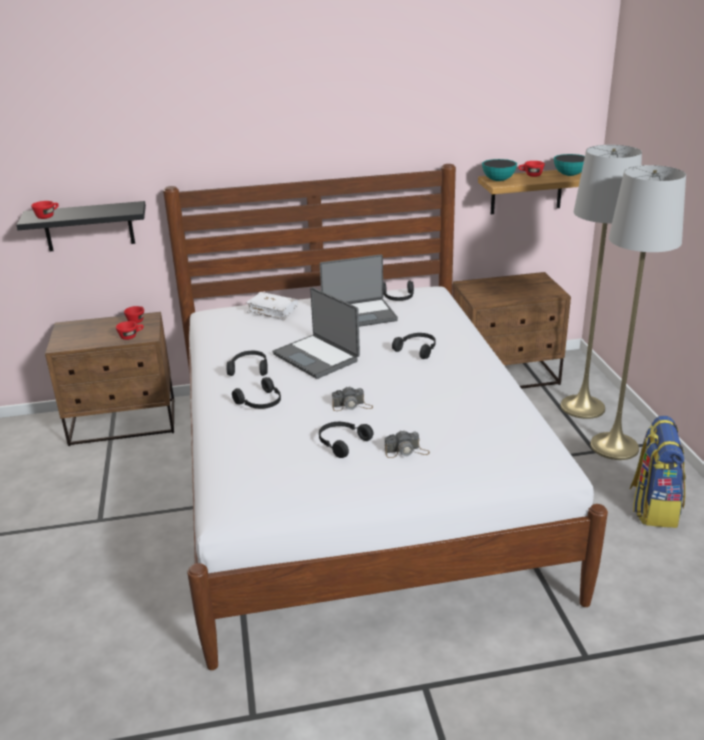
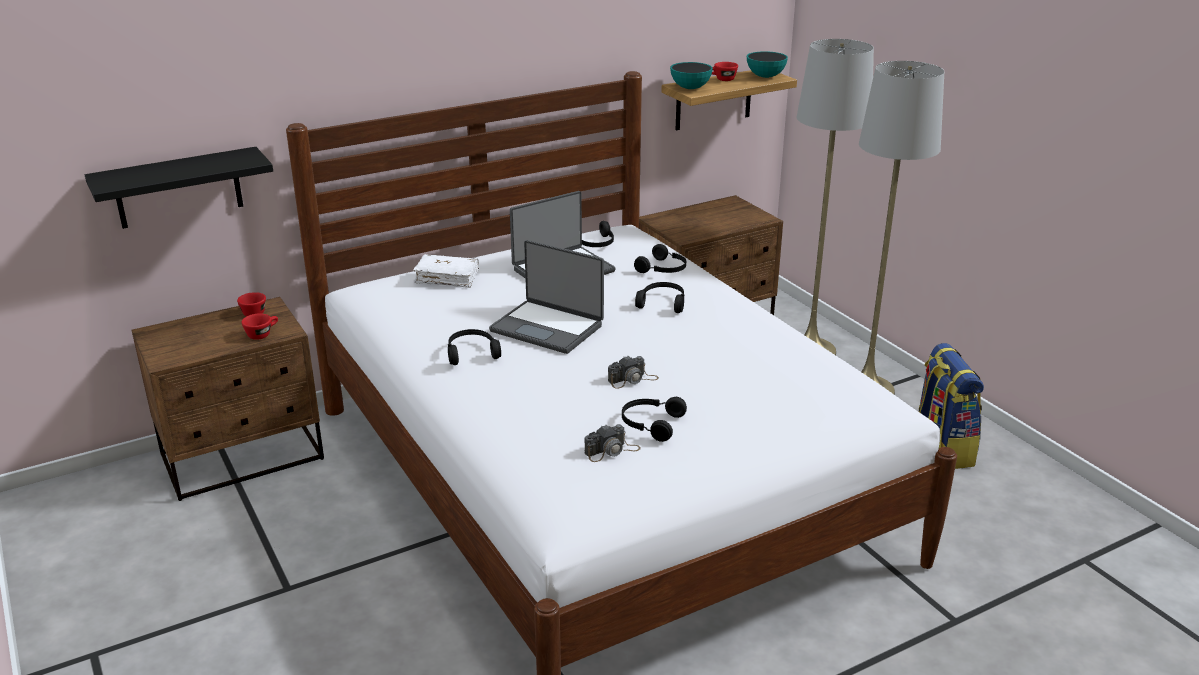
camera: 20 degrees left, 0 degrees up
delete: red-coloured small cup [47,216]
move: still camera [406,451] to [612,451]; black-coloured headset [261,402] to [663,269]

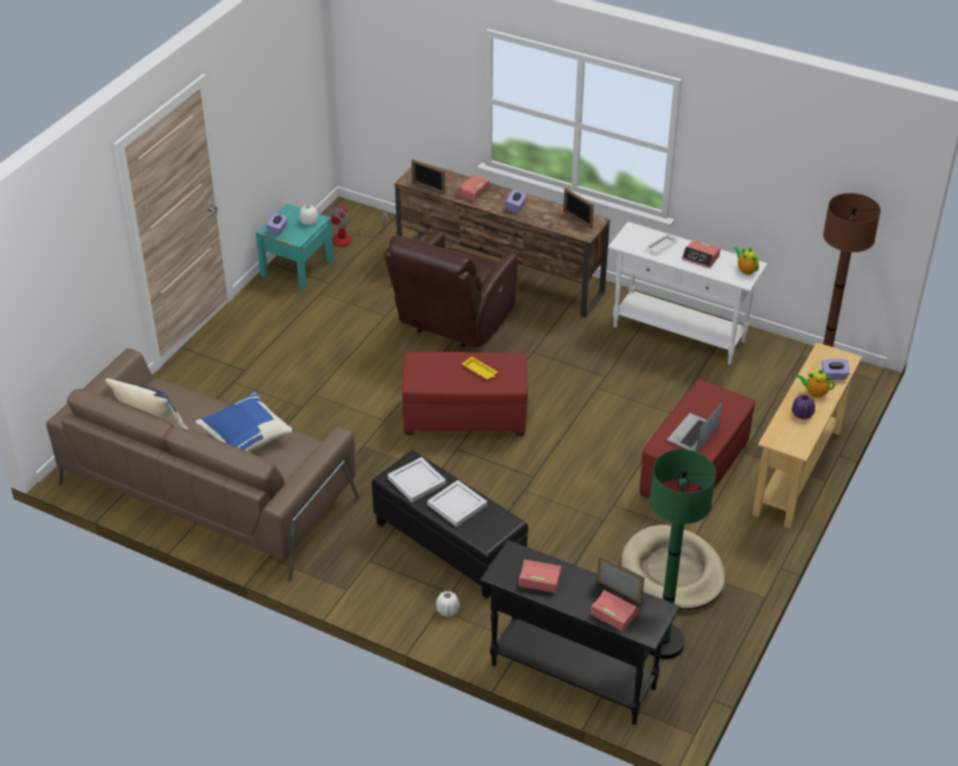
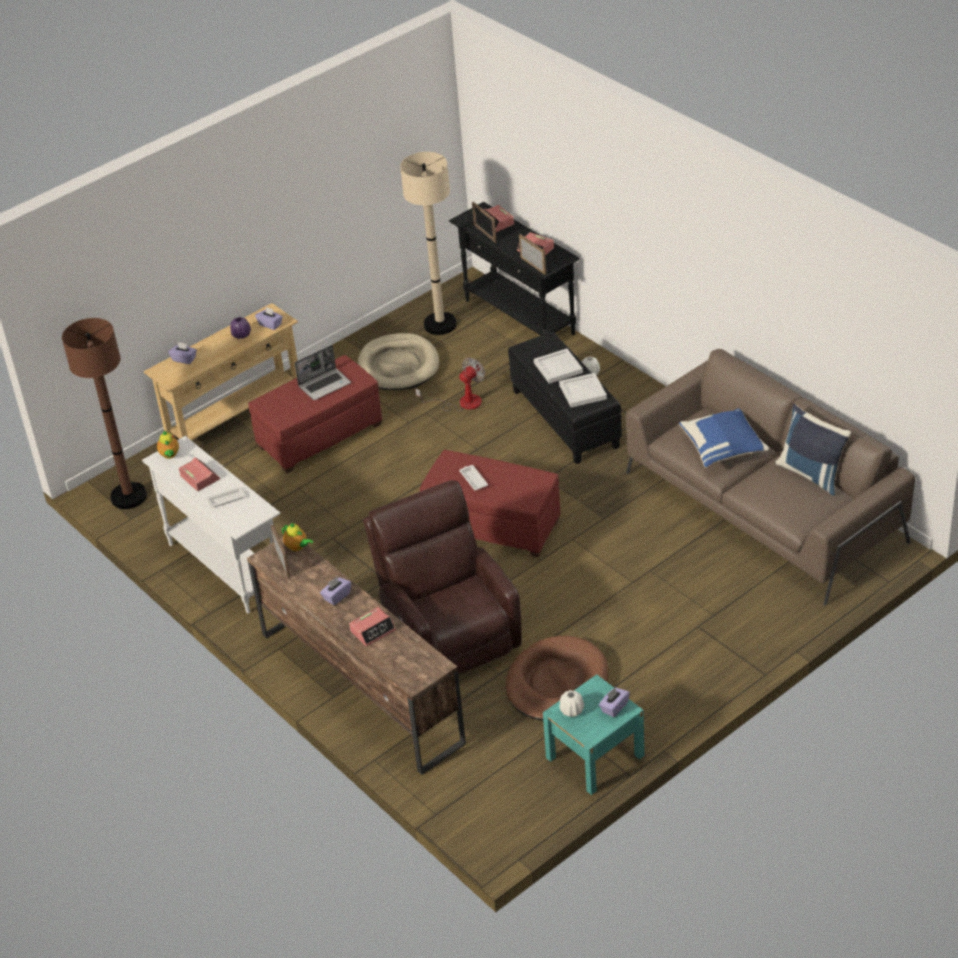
camera: 155 degrees left, 0 degrees up
insert: purple-coloured box of tissues [270,324]; brown pet bed [556,683]
move: tea pot [814,393] to [297,547]; electric fan [349,238] to [461,403]; photo frame [428,188] to [533,265]
recolor: green standard lamp [663,642] to sand-coloured standard lamp [440,324]; yellow carrying tray [480,370] to white-coloured carrying tray [473,479]
rotate: brown lounge chair [452,323] = [449,633] 75 degrees counterclockwise

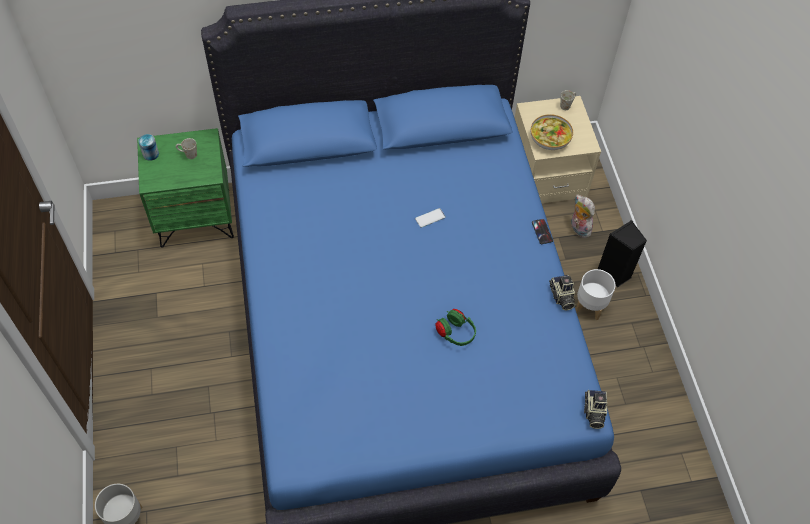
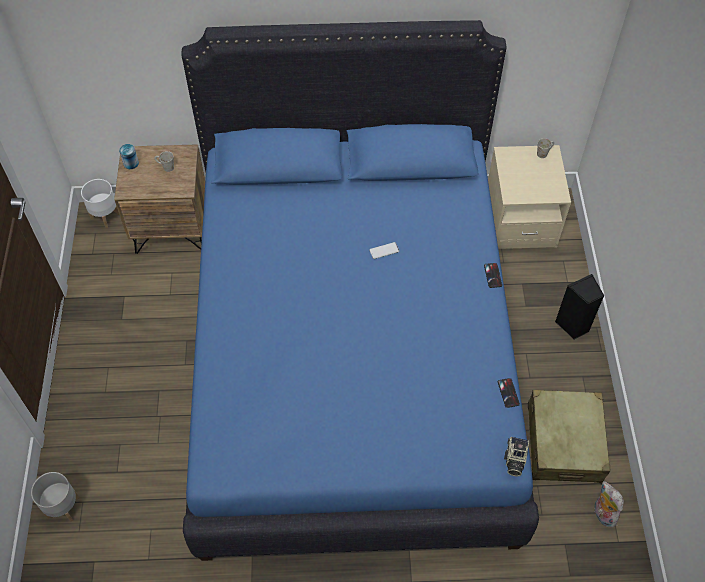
camera: 10 degrees right, 0 degrees up
delete: green headset [455,333]; serving bowl [550,139]; still camera [561,297]
insert: handset [508,393]; sand-coloured piece of luggage [564,442]
move: white-coloured flower pot [589,306] to [105,216]; soft toy [578,228] to [602,514]
recolor: green night table [195,217] to brown night table [172,228]

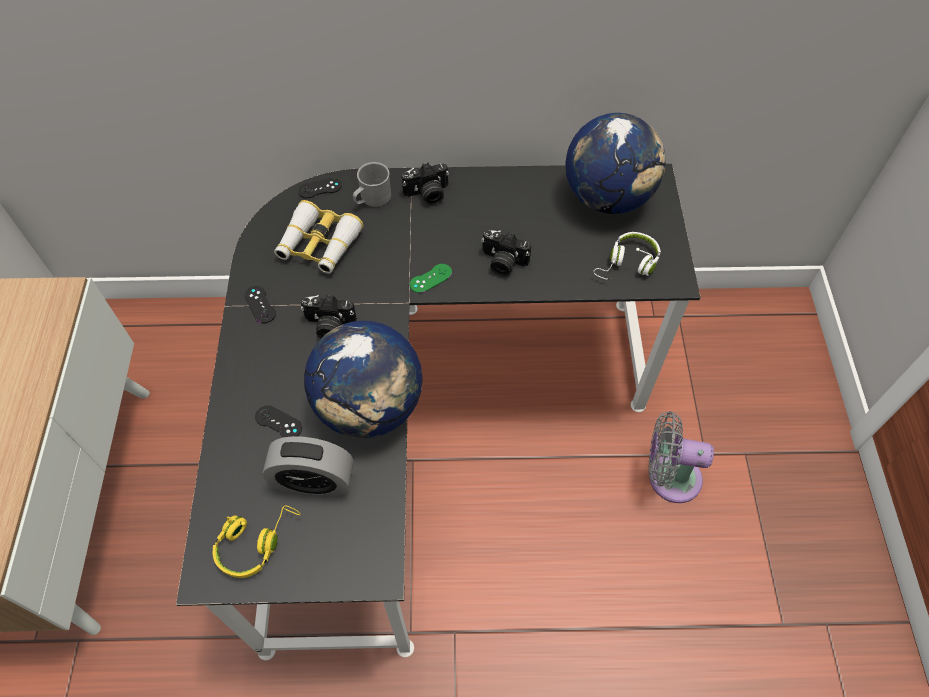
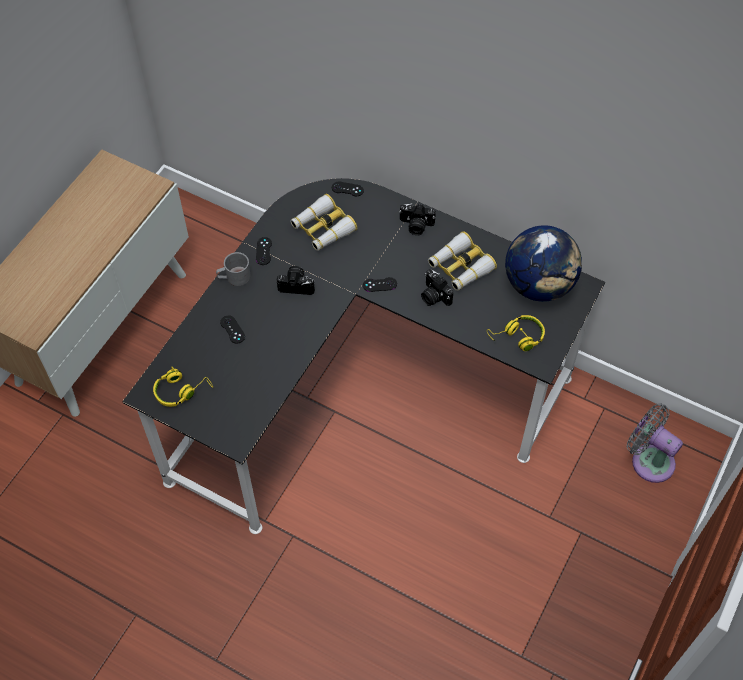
camera: 30 degrees right, 0 degrees up
delete: alarm clock [313,481]; desk globe [370,406]
insert: binoculars [460,267]
move: grey coffee mug [372,199] to [234,277]; grey electric fan [668,477] to [649,460]
recolor: green joypad [431,278] to black-coloured joypad [379,284]; white-coloured headset [628,264] to yellow headset [517,337]
rotate: still camera [329,326] = [297,285] 150 degrees clockwise

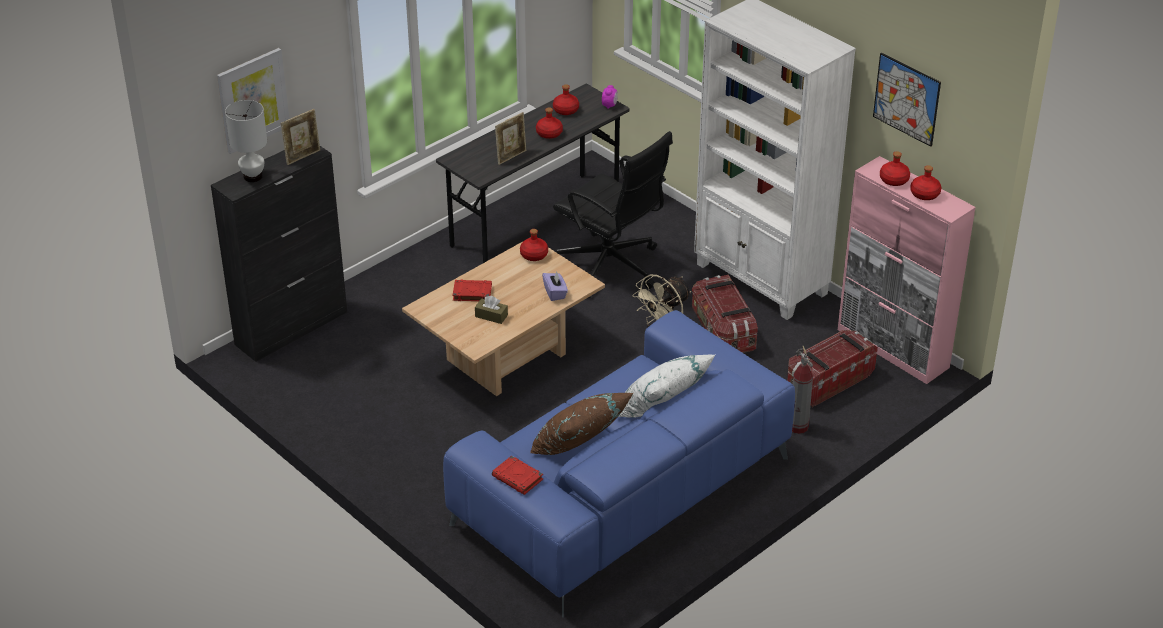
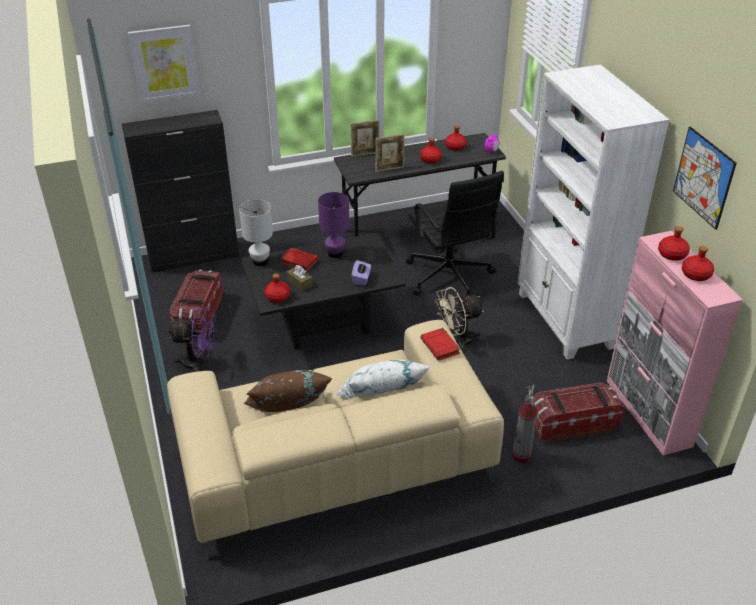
camera: 25 degrees right, 0 degrees up
insert: purple-coloured electric fan [199,363]; purple-coloured lamp for a table [335,253]
move: storage bin [722,331] to [199,315]; white-coloured lamp for a table [252,176] to [260,261]; red-coloured beverage bottle [534,255] to [278,297]; photo frame [303,156] to [365,153]; red-coloured volume [518,478] to [440,347]
recolor: blue sofa [621,492] to sand-coloured sofa [333,462]; sand-coloured lounge table [506,357] to black-coloured lounge table [324,322]

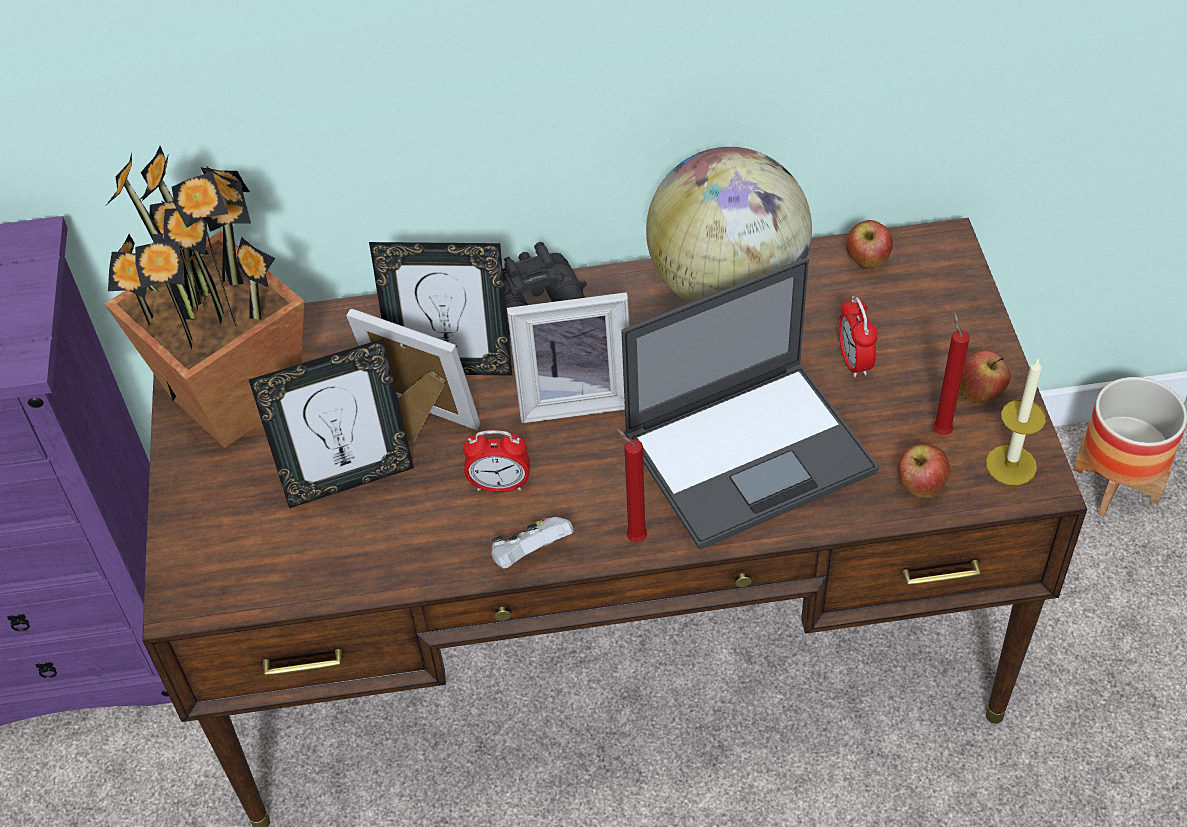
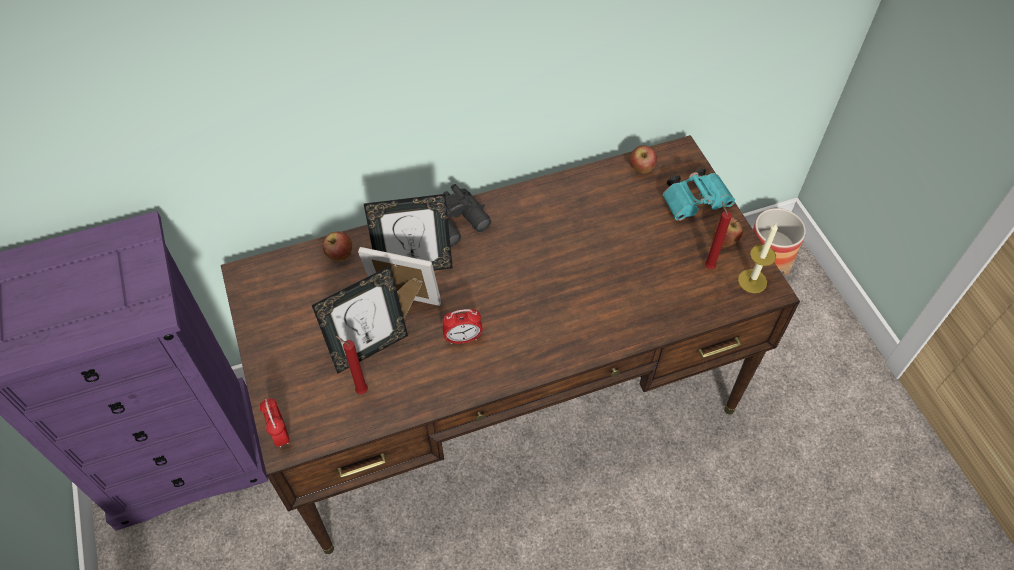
camera: 15 degrees left, 5 degrees up
delete: potted plant [236,395]; white-coloured joypad [530,555]; photo frame [574,397]; portable computer [751,452]; desk globe [727,286]
insert: turquoise-coloured binoculars [696,202]
move: alarm clock [854,361] to [280,434]; apple fruit [920,487] to [340,256]; red-coloured wax candle [634,537] to [360,390]

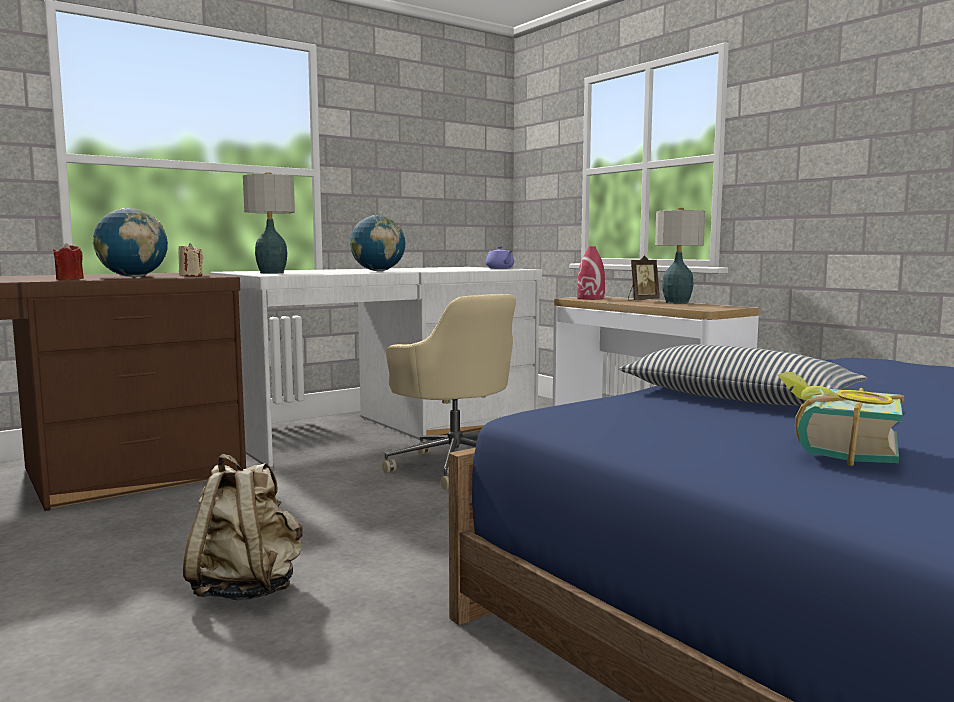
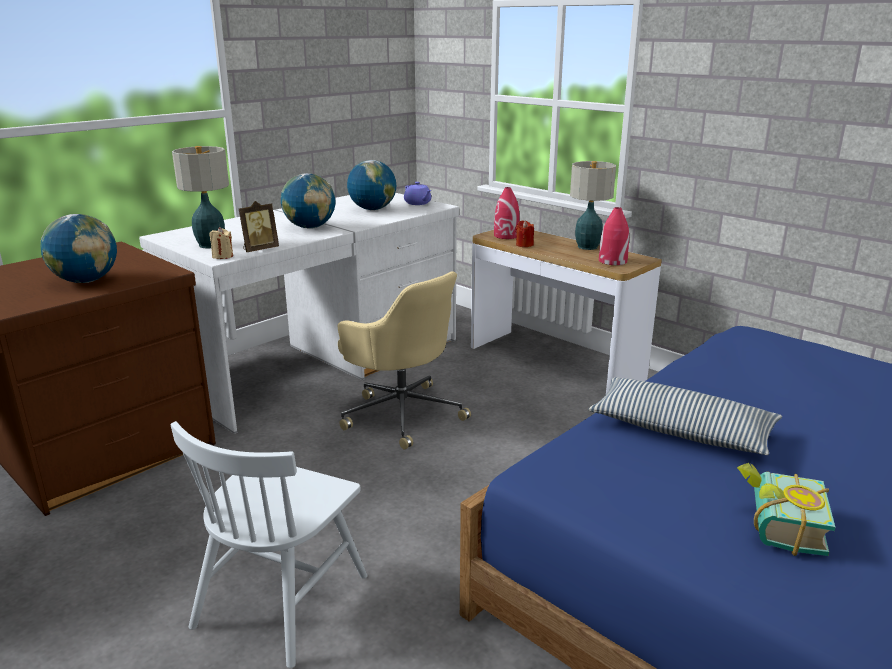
camera: 10 degrees left, 15 degrees up
insert: desk globe [372,209]; red-coloured vase [612,261]
move: sand-coloured wax candle [191,275] to [222,256]; photo frame [642,300] to [259,249]; red-coloured wax candle [70,279] to [524,245]
replace: sand-coloured backpack [247,589] to white-coloured upright chair [281,600]

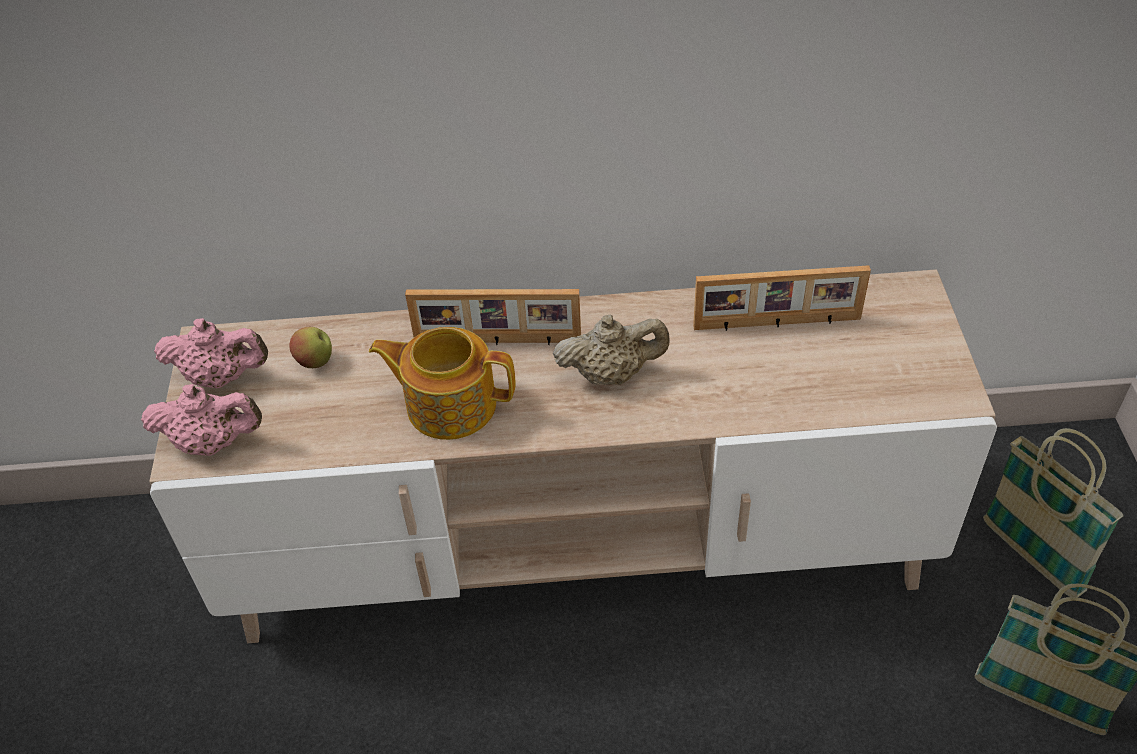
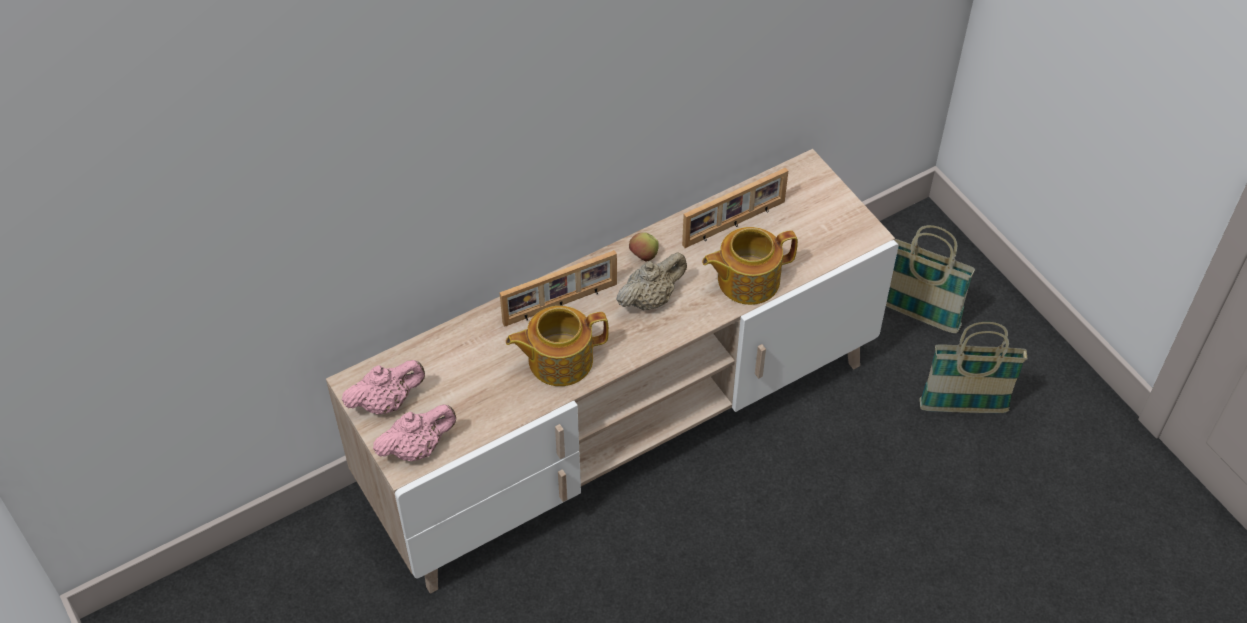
camera: 30 degrees left, 5 degrees up
insert: tea pot [746,280]
move: apple fruit [315,362] to [643,256]

